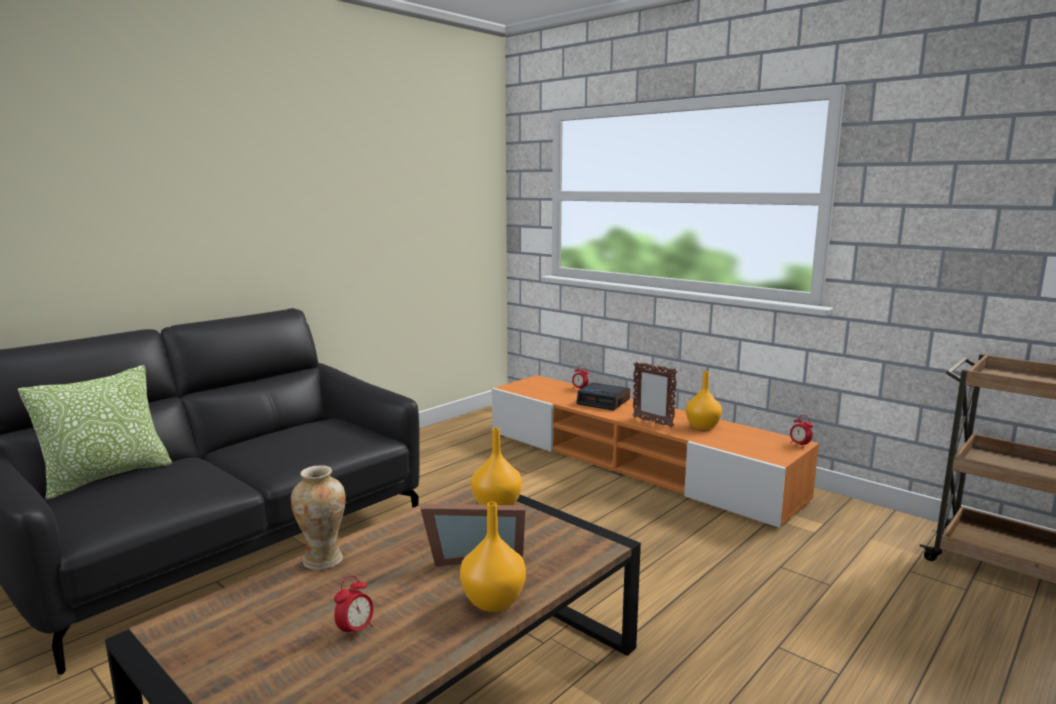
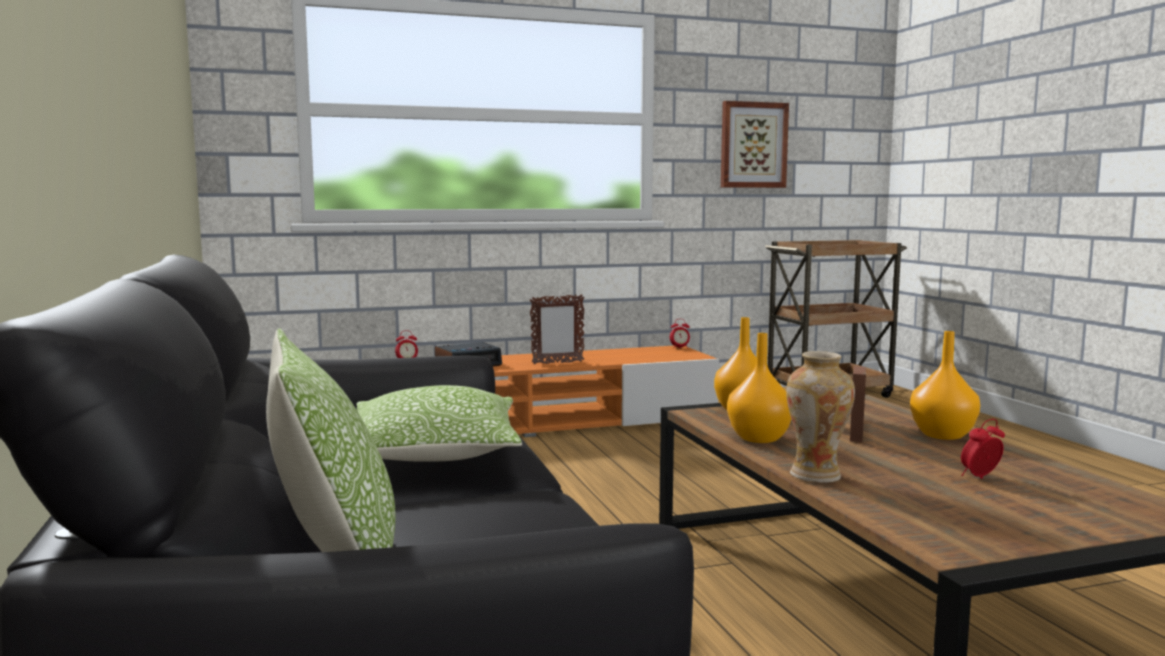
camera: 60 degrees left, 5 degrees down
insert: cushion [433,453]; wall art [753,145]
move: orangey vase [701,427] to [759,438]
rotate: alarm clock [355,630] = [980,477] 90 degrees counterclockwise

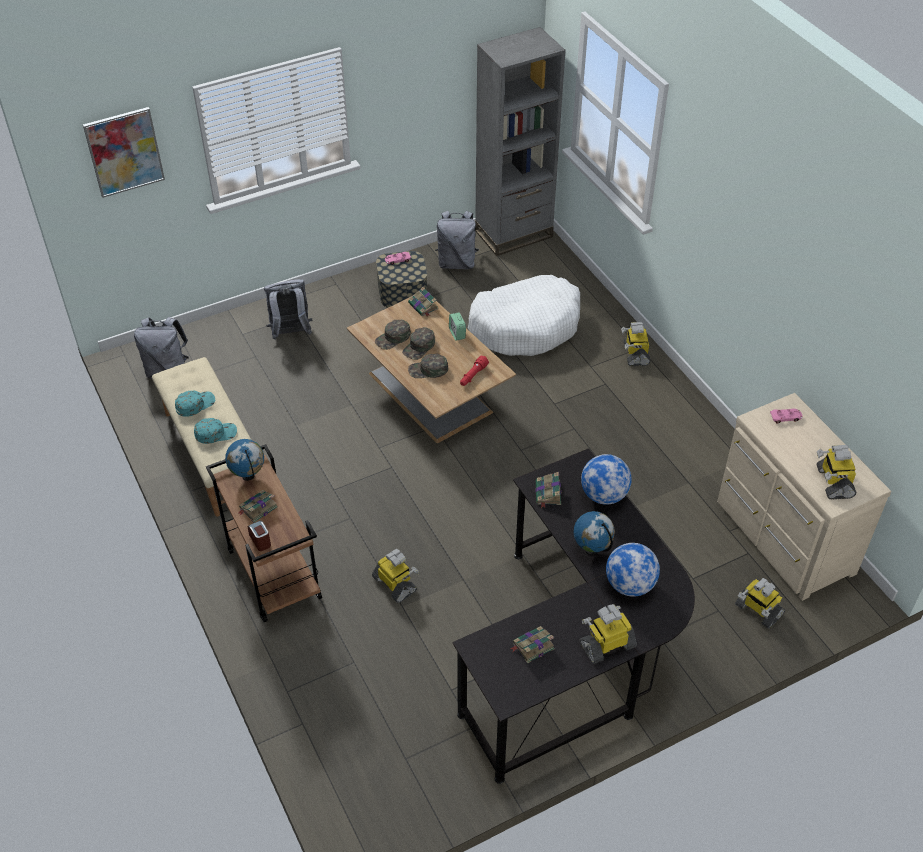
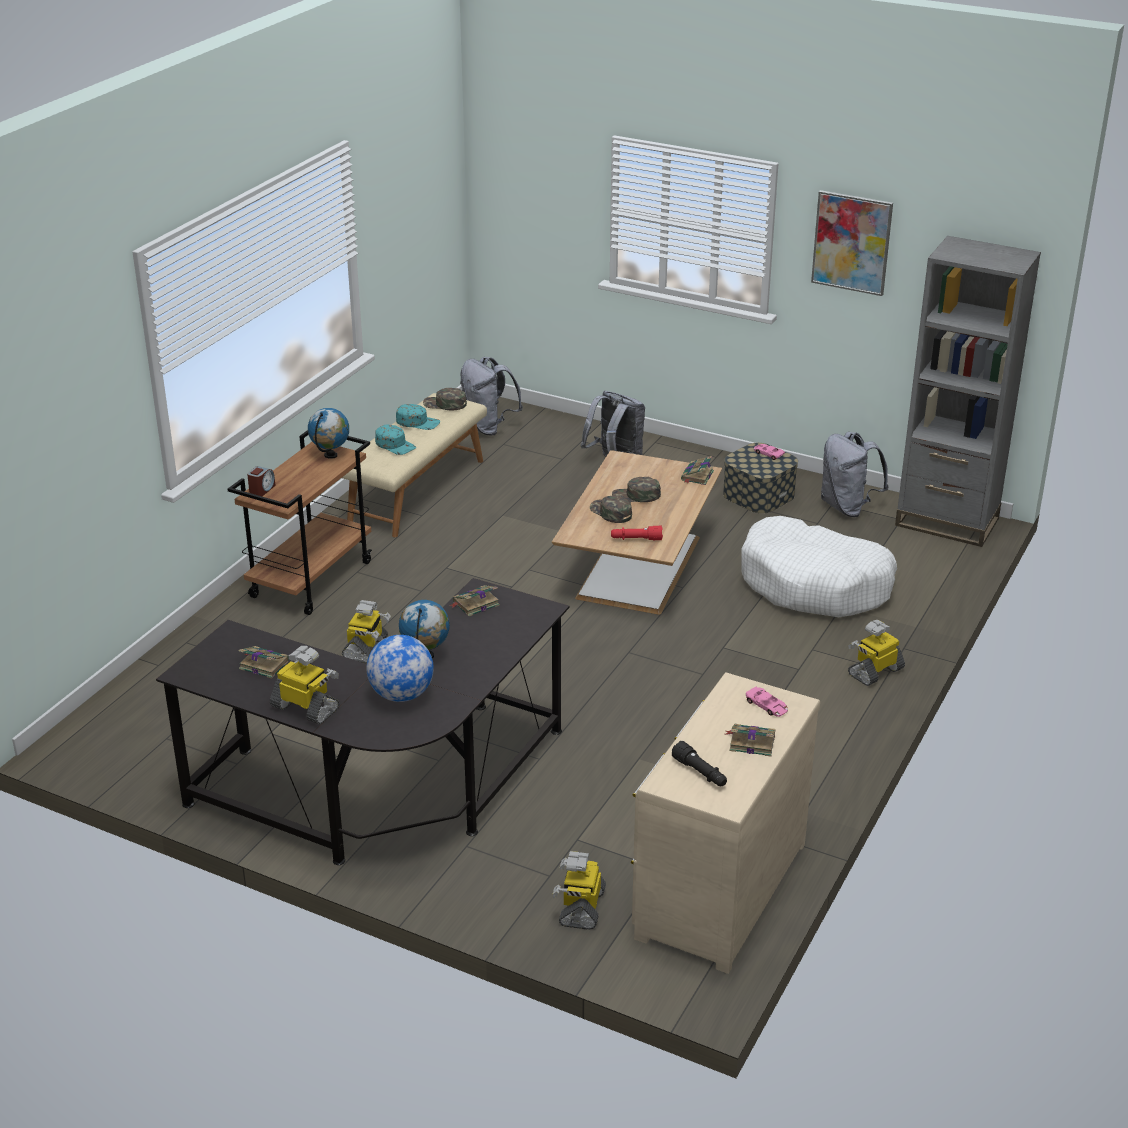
camera: 55 degrees right, 15 degrees down
delete: alarm clock [457,334]; desk globe [604,495]
move: green peaked cap [393,338] to [444,404]; volume [257,508] to [751,742]; wall art [124,152] to [852,242]
replace: toy robot [833,482] to black-coloured hand torch [700,773]

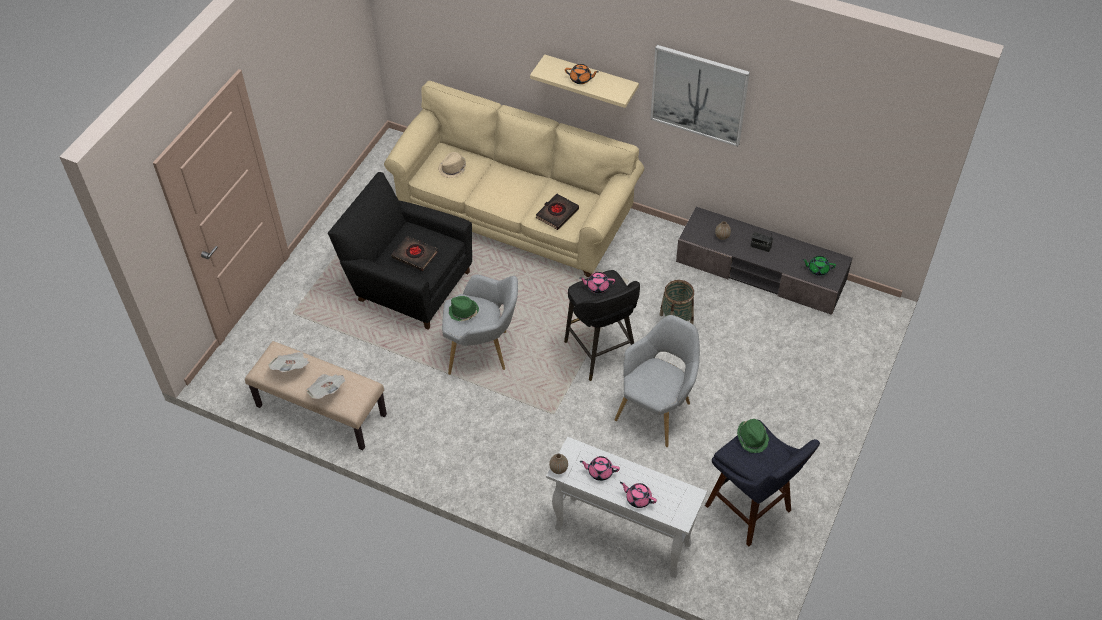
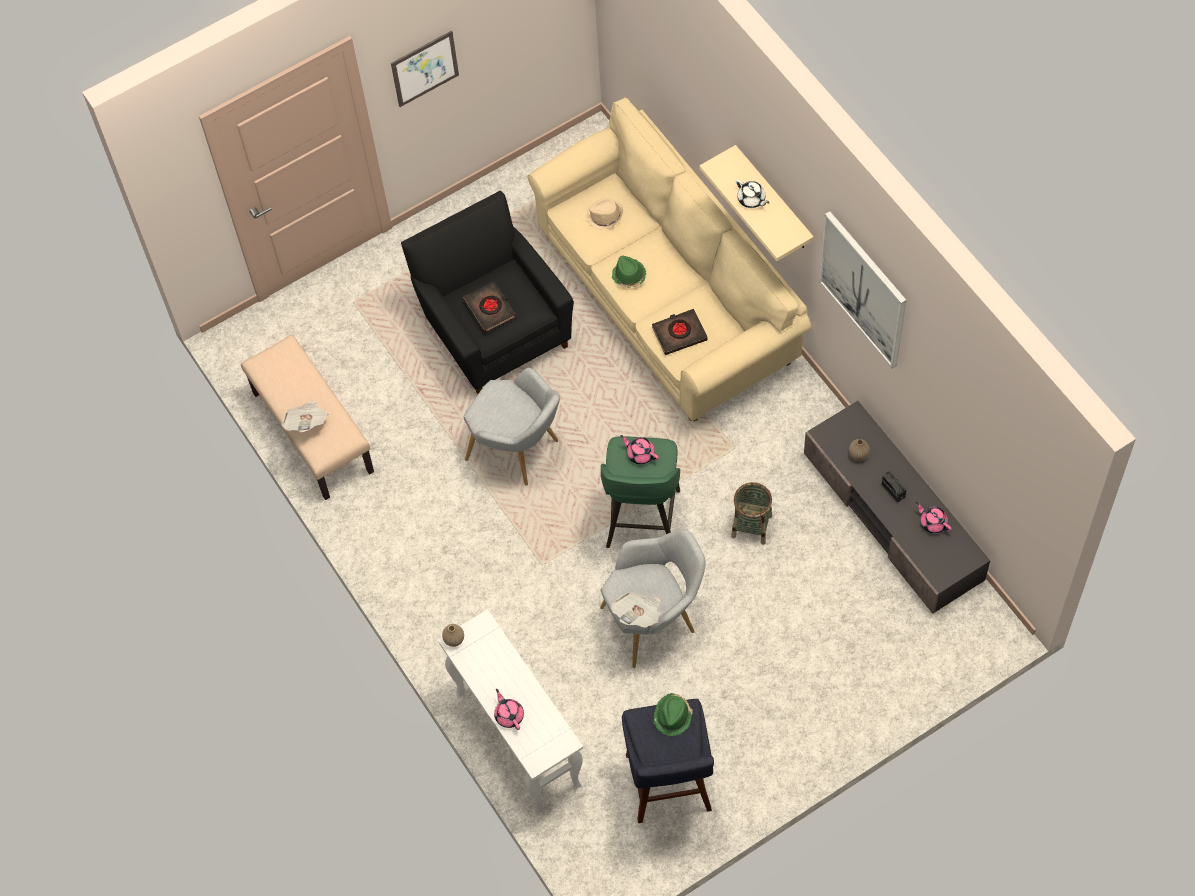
camera: 35 degrees right, 10 degrees up
delete: green tea pot [817,269]
insert: wall art [424,68]
move: printed paper [292,368] to [639,614]; green clothing hat [463,312] to [628,276]; pinkish tea pot [600,472] to [932,522]
recolor: black-coloured sitting stool [602,353] to green sitting stool [642,521]; orangey tea pot [581,79] to white-coloured tea pot [751,199]

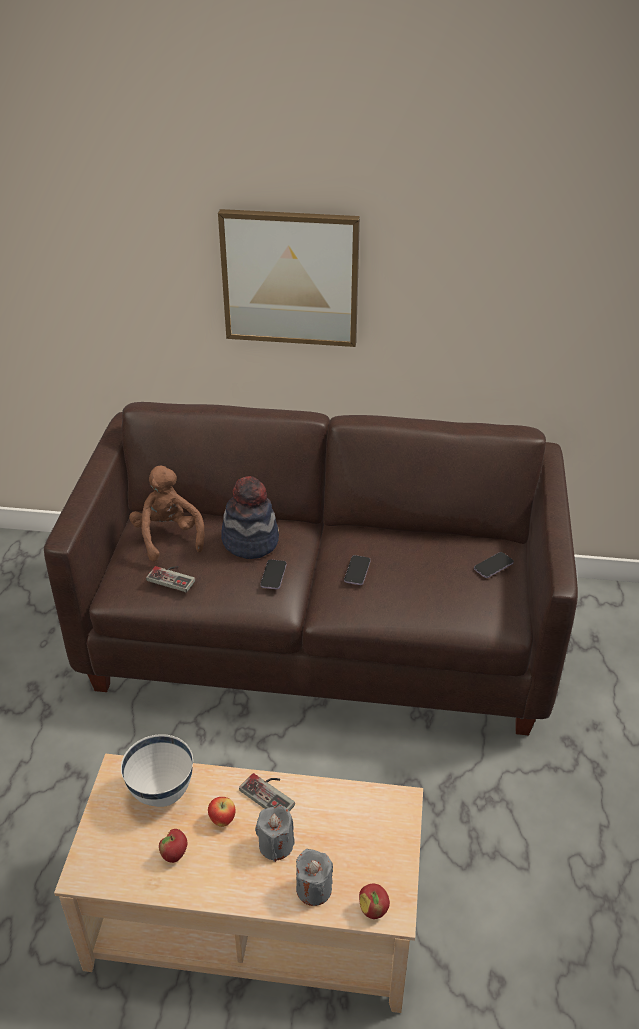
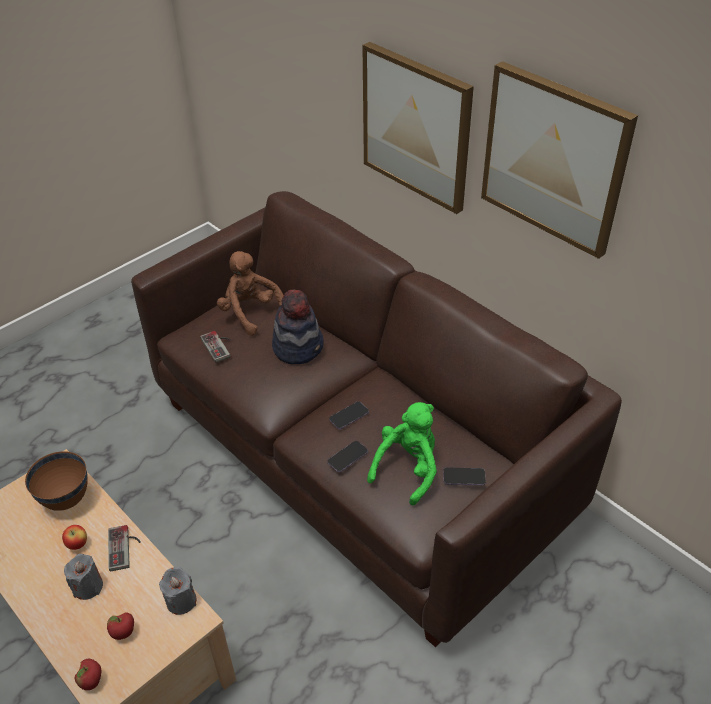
camera: 40 degrees right, 5 degrees up
insert: green soft toy [408,468]; wall art [554,159]
move: apple fruit [175,855] to [124,633]; grey wax candle [314,889] to [181,601]; handset [273,575] to [347,457]
recolor: white-coloured serving bowl [161,792] to brown serving bowl [66,498]
rotate: brown soft toy [168,536] = [251,313] 60 degrees counterclockwise

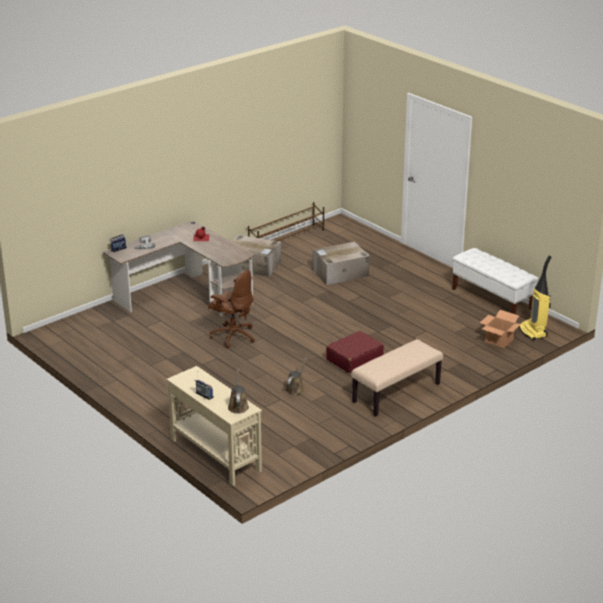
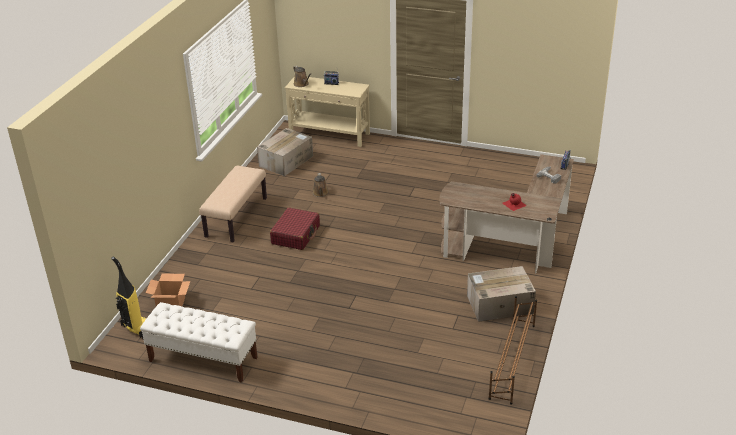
camera: 150 degrees right, 5 degrees up
delete: brown office chair [233,336]
move: carton [339,273] to [286,161]

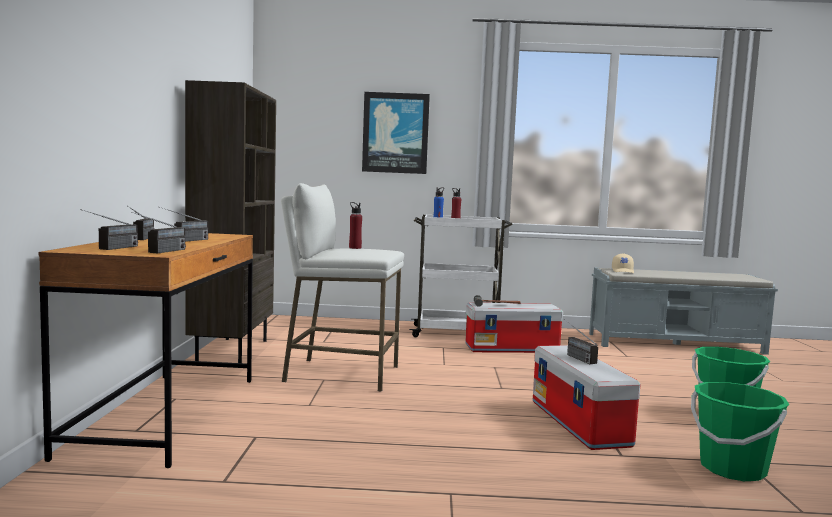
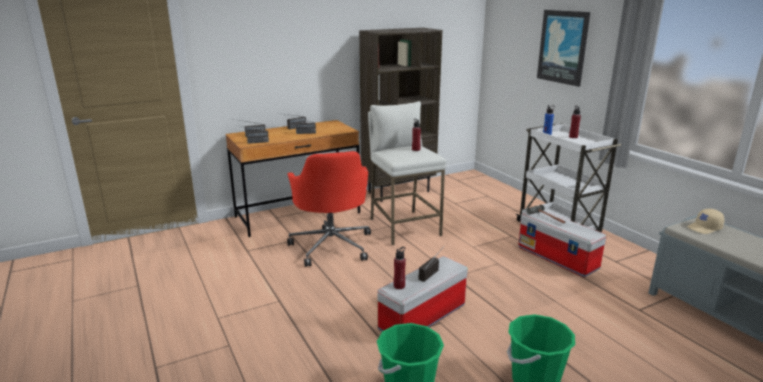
camera: 60 degrees right, 15 degrees up
insert: red-coloured office chair [332,245]; red-coloured beverage bottle [399,286]

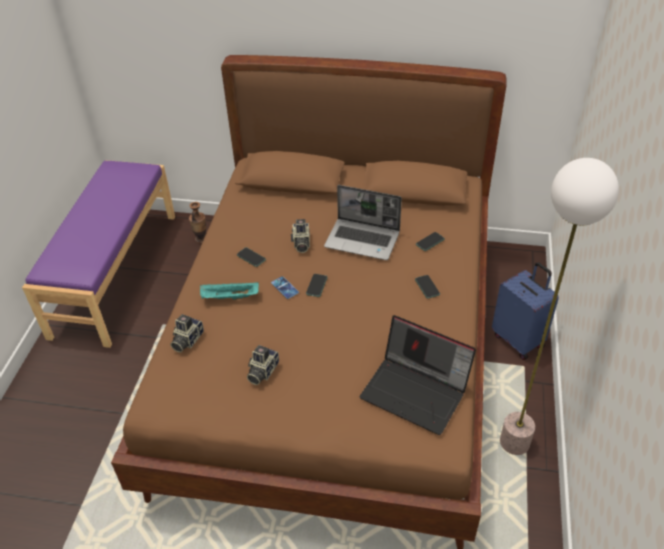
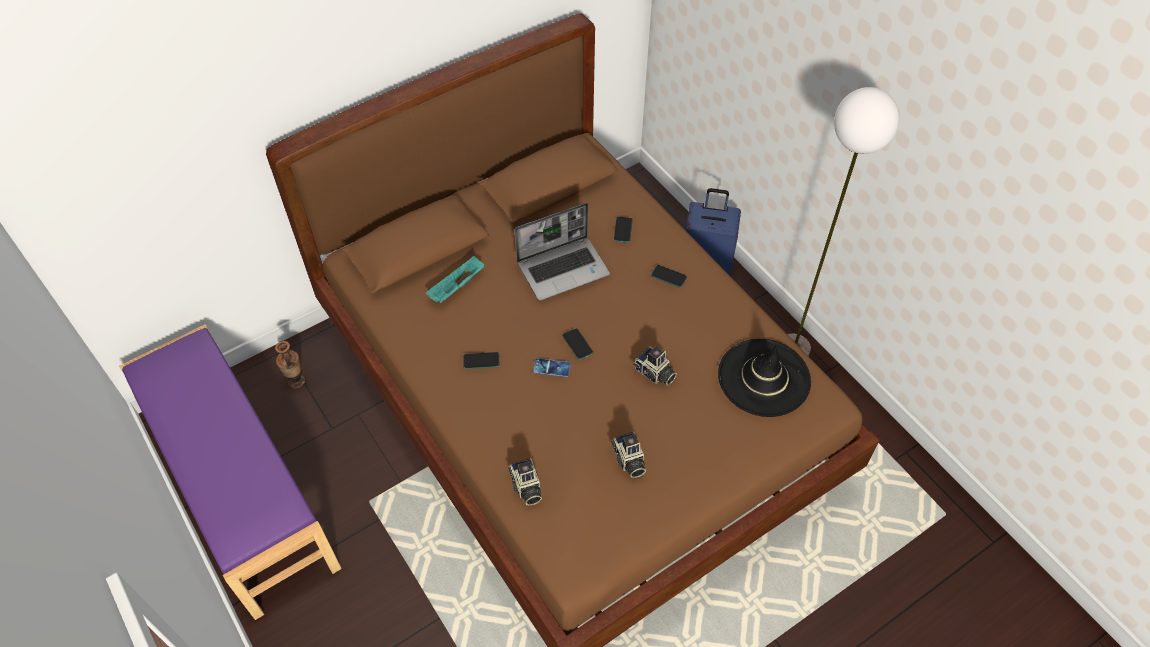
camera: 45 degrees left, 10 degrees up
move: turquoise-coloured carrying tray [229,297] to [456,287]; still camera [301,243] to [654,374]
replace: portable computer [416,391] to black-coloured clothing hat [763,378]

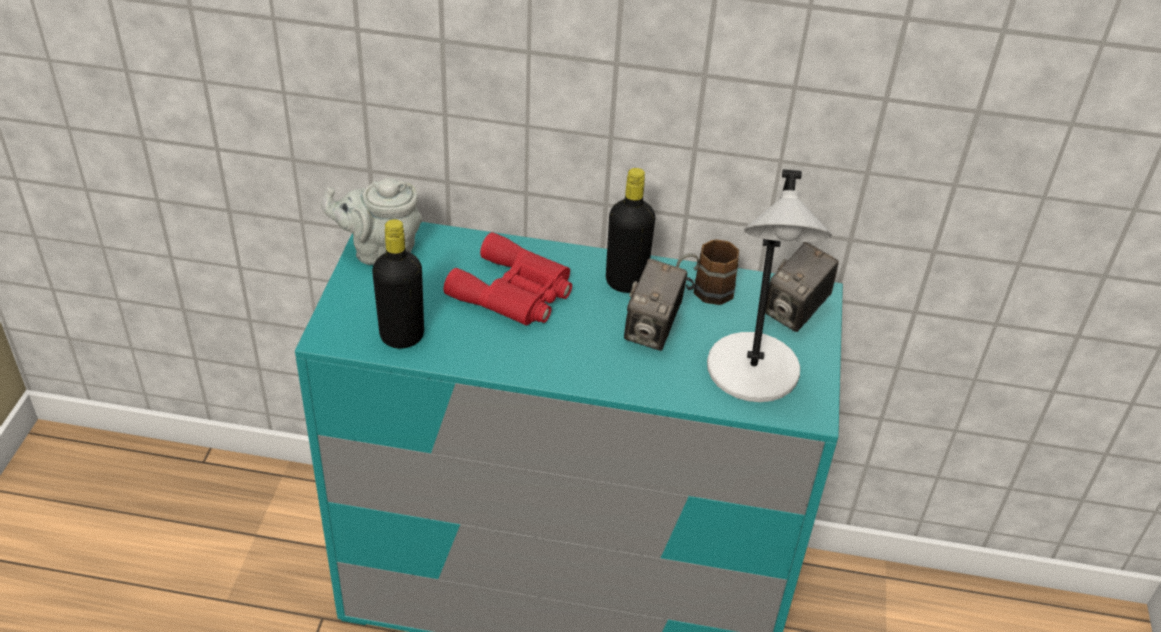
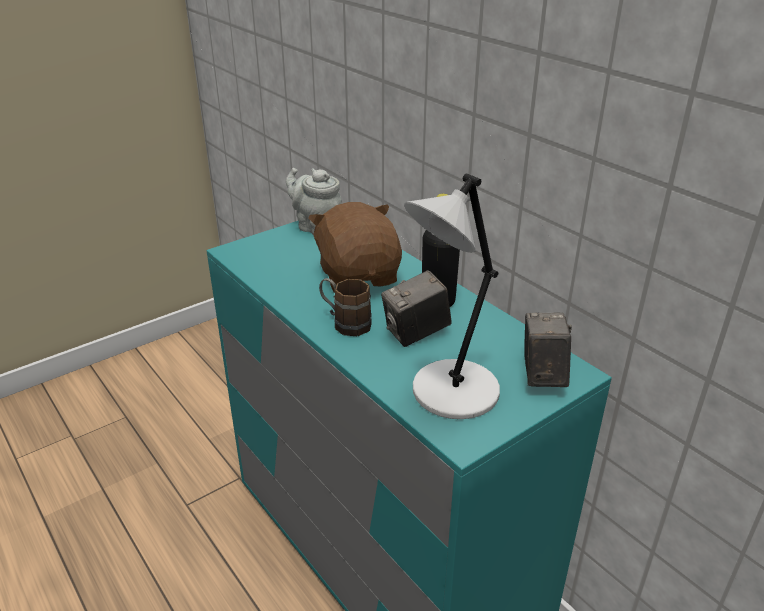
camera: 45 degrees right, 10 degrees down
delete: black-coloured beverage bottle [402,336]
move: brown coffee mug [703,292] to [345,323]
replace: red-coloured binoculars [514,293] to brown soft toy [359,276]
rotate: still camera [795,312] = [542,375] 105 degrees clockwise

